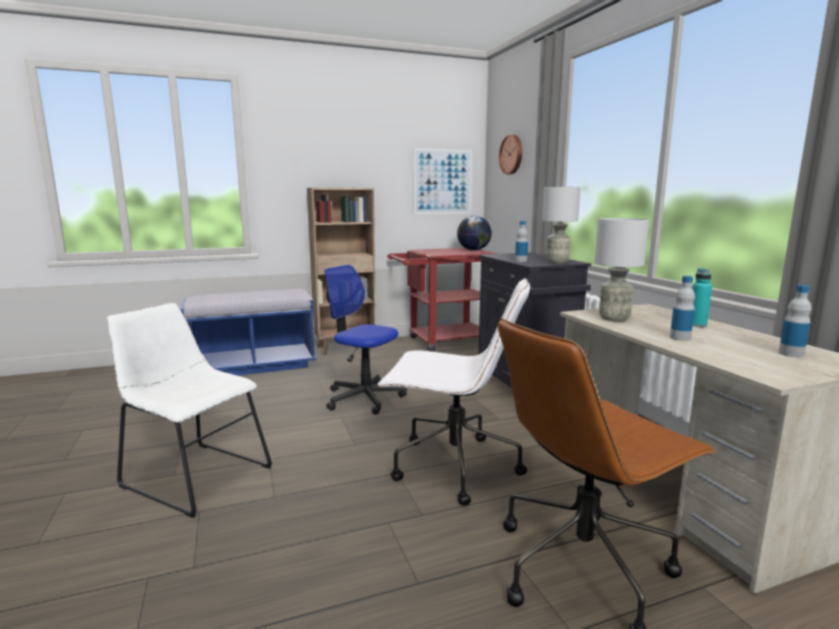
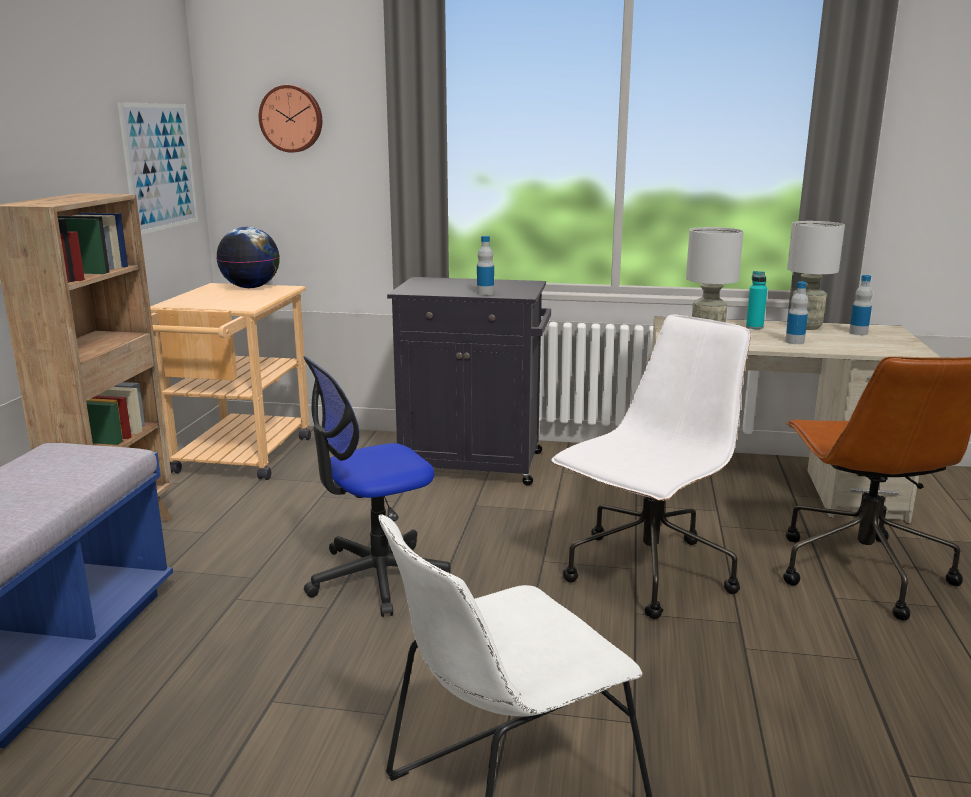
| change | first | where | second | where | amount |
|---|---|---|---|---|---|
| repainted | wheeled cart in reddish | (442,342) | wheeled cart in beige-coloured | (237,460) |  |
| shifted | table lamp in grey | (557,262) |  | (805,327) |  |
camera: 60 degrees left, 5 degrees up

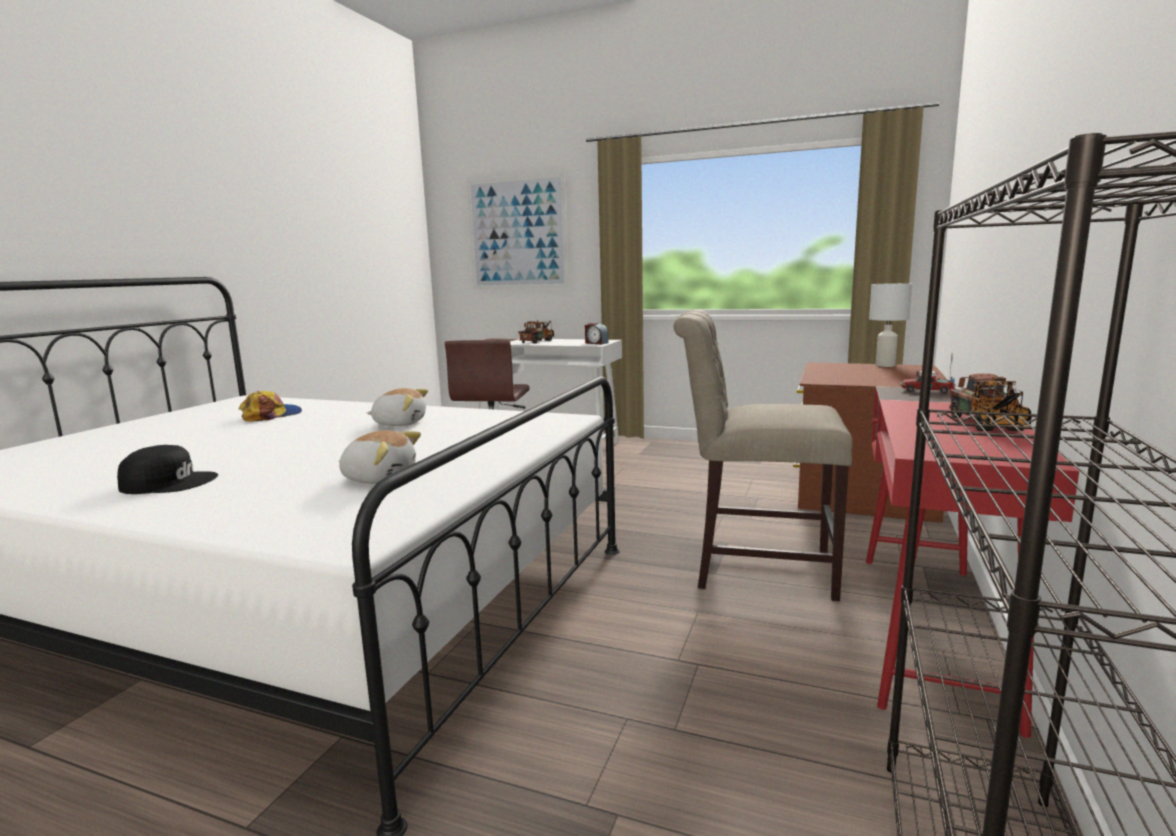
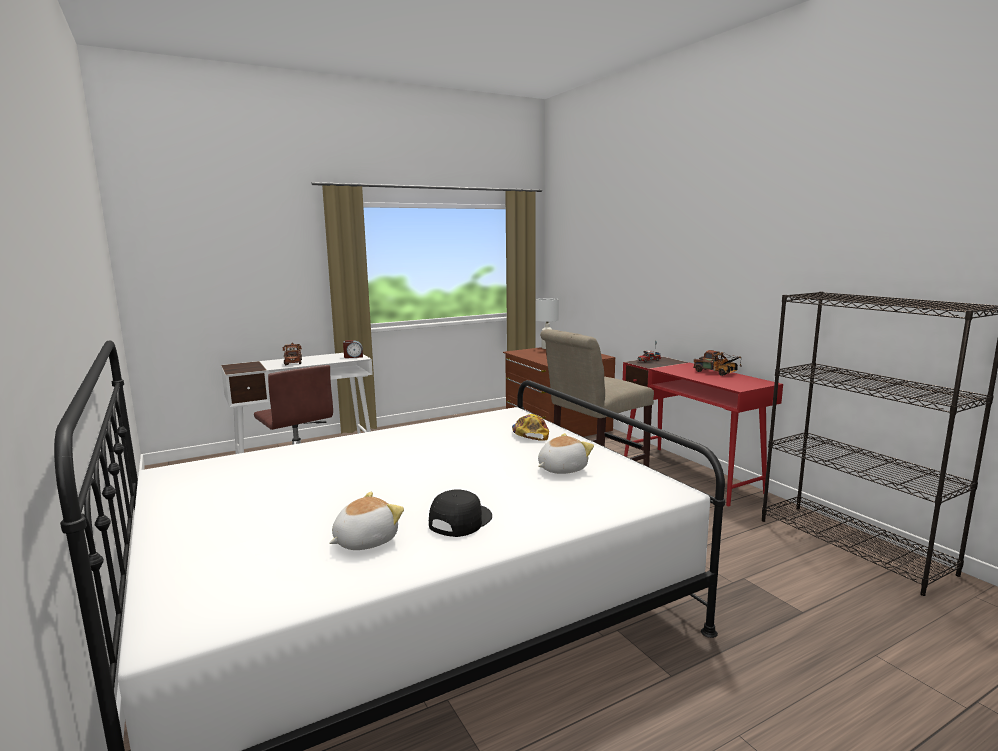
| change | first | where | second | where | amount |
|---|---|---|---|---|---|
| shifted | cap | (271,415) |  | (530,434) |  |
| shifted | cuddly toy | (400,423) |  | (364,541) |  |
| gone | wall picture | (517,233) |  |  |  |
camera: 50 degrees left, 0 degrees up

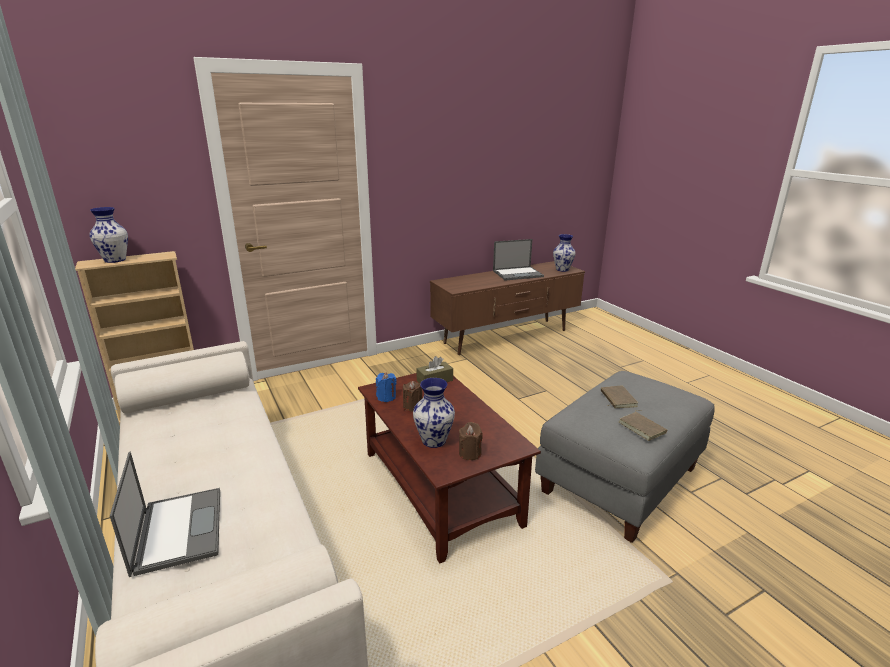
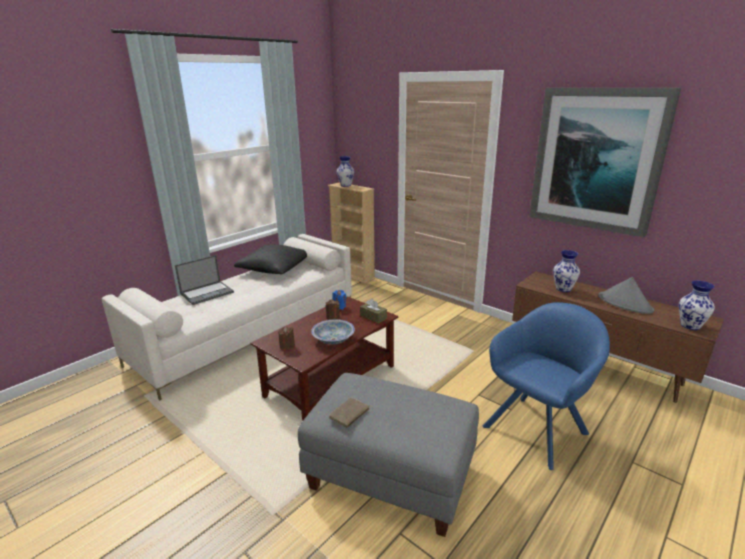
| change | first | where | second | where | amount |
|---|---|---|---|---|---|
| shifted | flower vase | (434,441) |  | (563,289) |  |
| swapped | laptop | (518,274) | wearable hat in grey | (625,303) |  |
| gone | bound book in brown | (617,399) |  |  |  |
| new |  |  | cushion in black-coloured | (274,269) |  |
| new |  |  | serving bowl | (333,340) |  |
| new |  |  | easy chair in bluish | (539,427) |  |
| new |  |  | wall picture | (597,160) |  |
camera: 70 degrees right, 0 degrees up

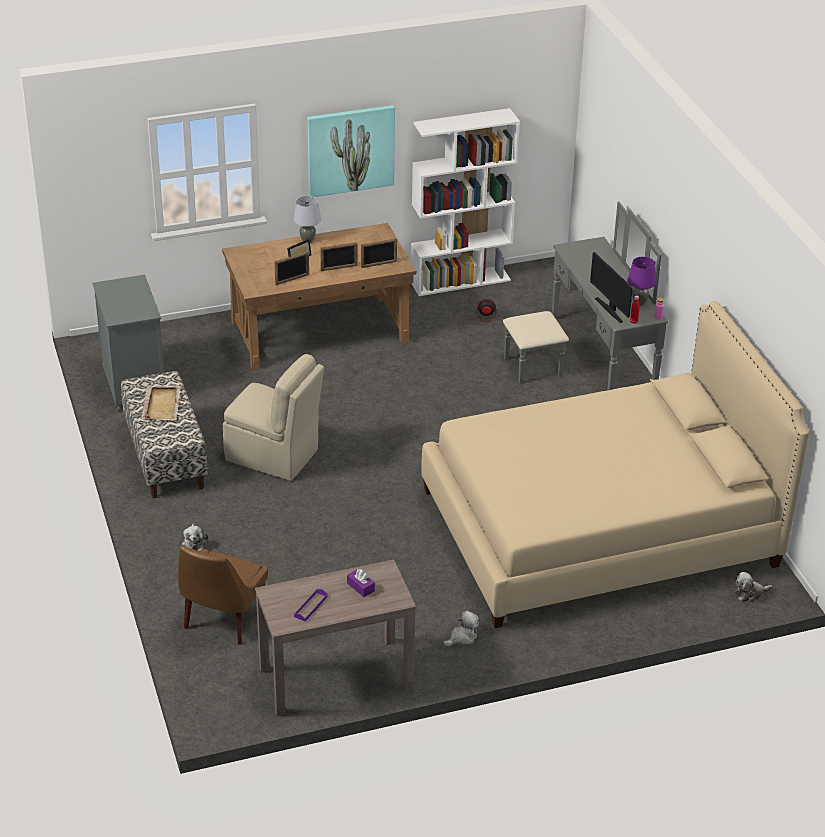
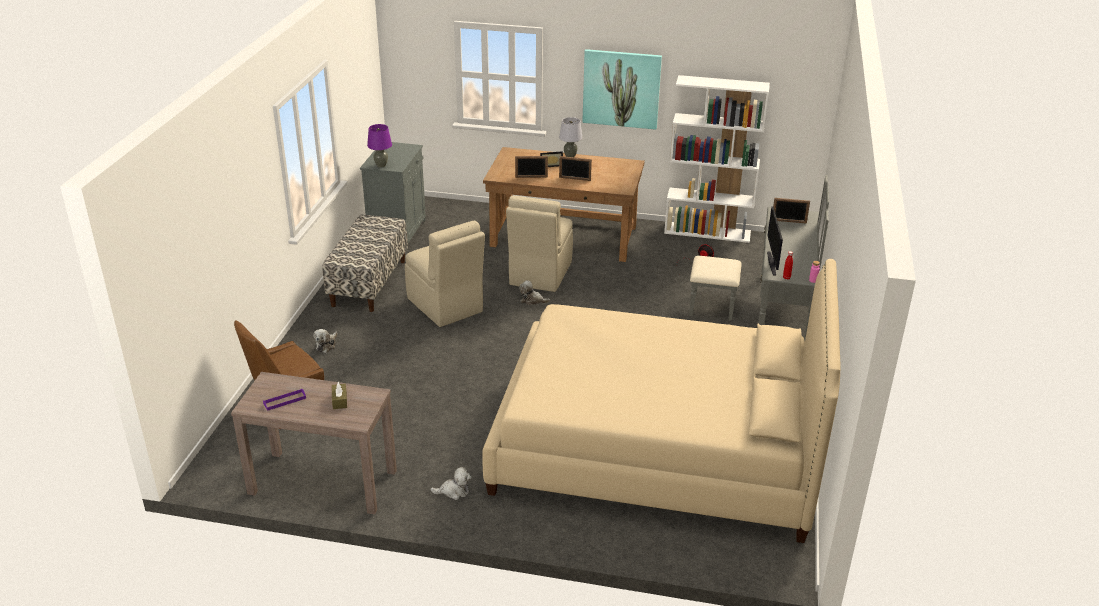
| change | first | where | second | where | amount |
|---|---|---|---|---|---|
| gone | serving tray in beige-coloured | (161,404) |  |  |  |
| repainted | tissue box in purple | (360,587) | tissue box in brown | (339,400) |  |
| shifted | picture frame | (379,264) |  | (789,221) |  |
| shifted | table lamp in purple | (639,303) |  | (381,165) |  |
| shifted | cuddly toy | (750,593) |  | (532,300) |  |
| new |  |  | plain chair in beige-coloured | (540,274) |  |
camera: 30 degrees right, 5 degrees down

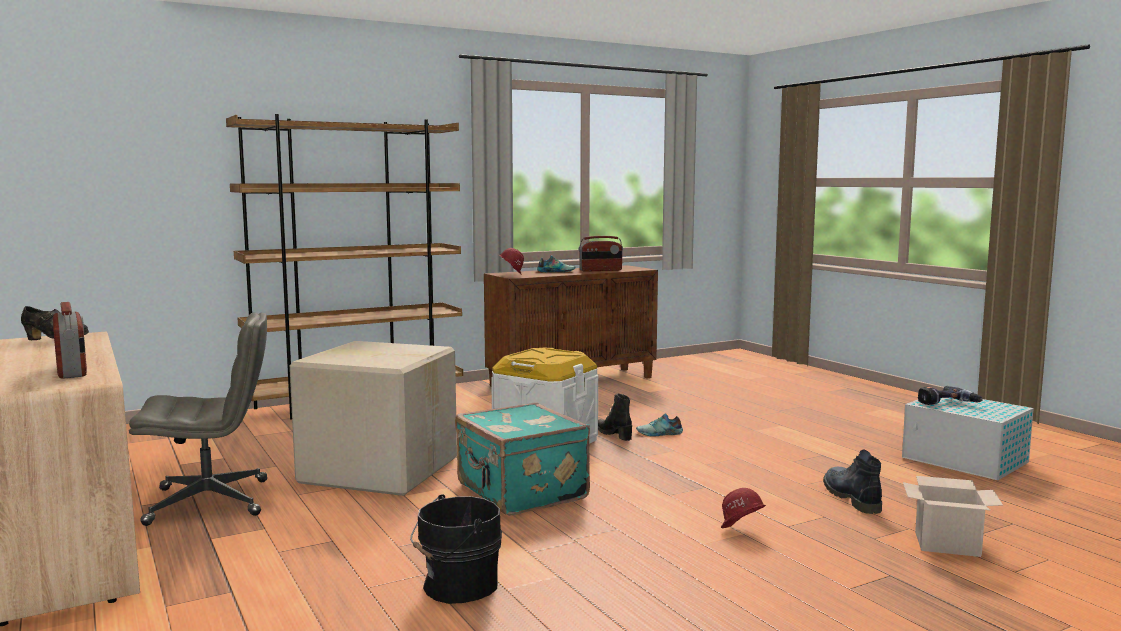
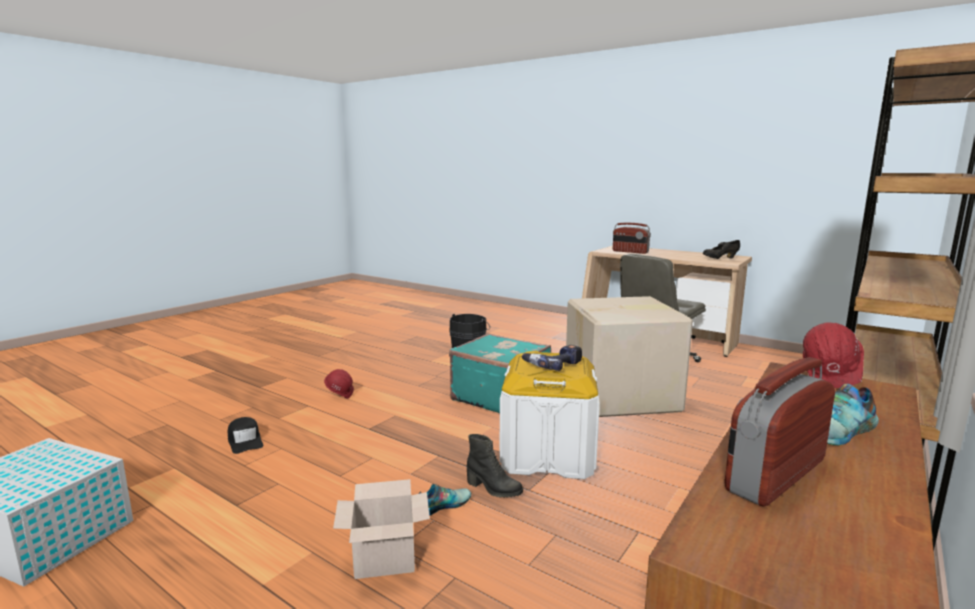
| change | first | where | second | where | amount |
|---|---|---|---|---|---|
| swapped | tall boot | (851,497) | cap in black-coloured | (245,441) |  |
| shifted | packing box | (948,544) |  | (383,560) |  |
| shifted | electric drill | (948,404) |  | (553,364) |  |
camera: 155 degrees right, 5 degrees up

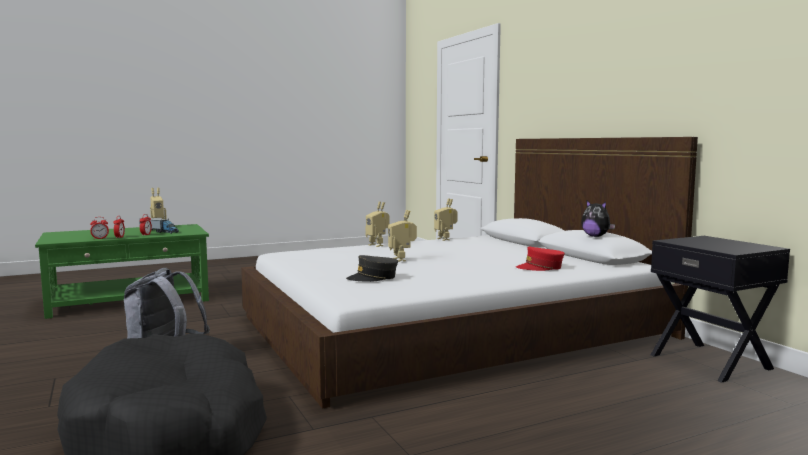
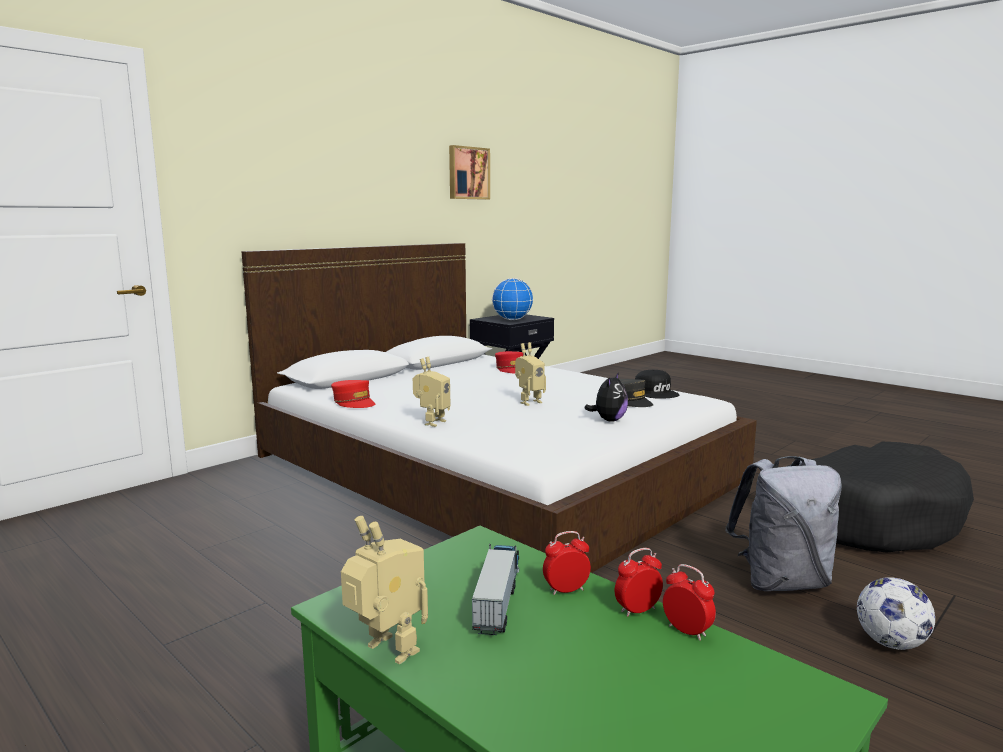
| change | first | where | second | where | amount |
|---|---|---|---|---|---|
| swapped | toy robot | (445,239) | cap in reddish | (354,402) |  |
| shifted | cuddly toy | (596,236) |  | (608,420) |  |
| new |  |  | wall picture | (468,173) |  |
| new |  |  | desk globe | (512,320) |  |
| new |  |  | cap in black-coloured | (656,392) |  |
| new |  |  | football | (890,643) |  |
camera: 110 degrees left, 5 degrees up

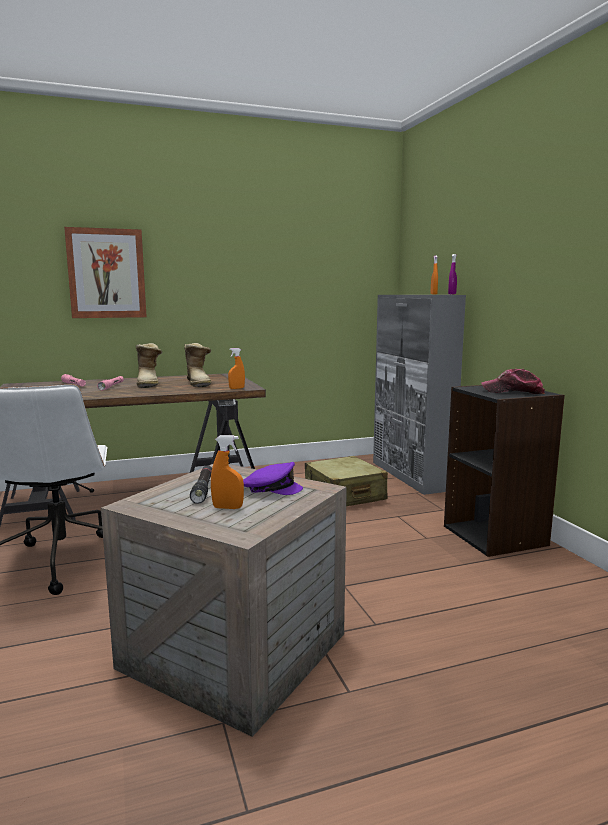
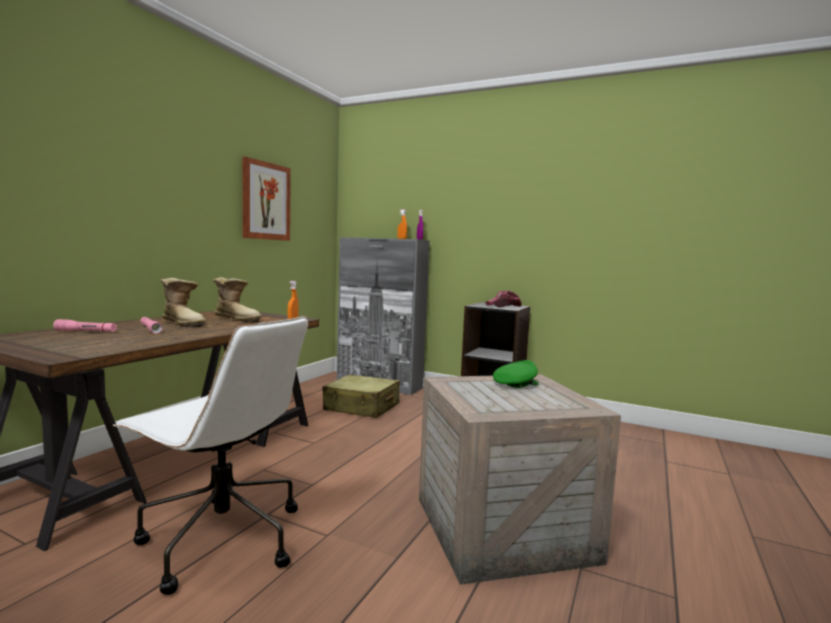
| change | first | where | second | where | amount |
|---|---|---|---|---|---|
| shifted | wall picture | (106,273) |  | (266,201) |  |
| gone | hand torch in black-coloured | (203,489) |  |  |  |
| gone | sprayer in orange-coloured | (227,507) |  |  |  |
| repainted | cap in purple | (271,488) | cap in green-coloured | (515,384) |  |
camera: 45 degrees left, 5 degrees down

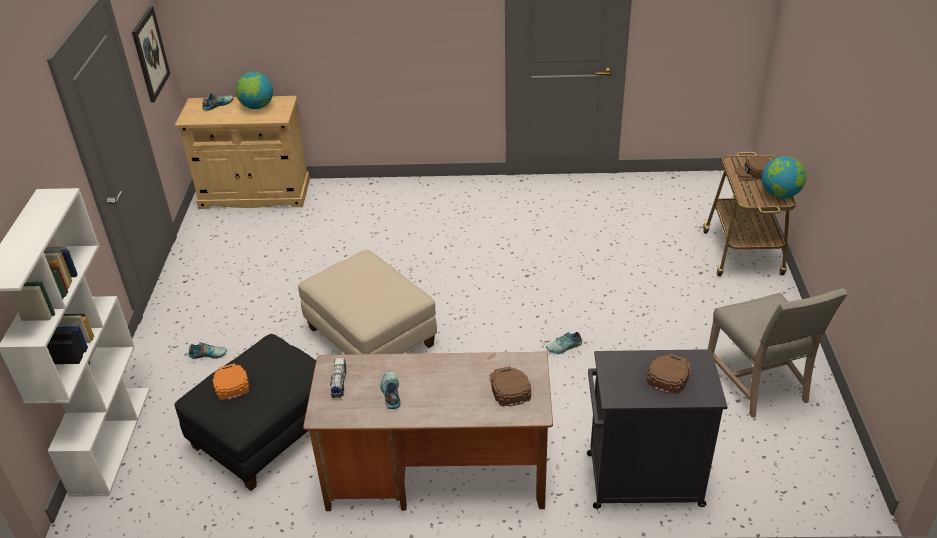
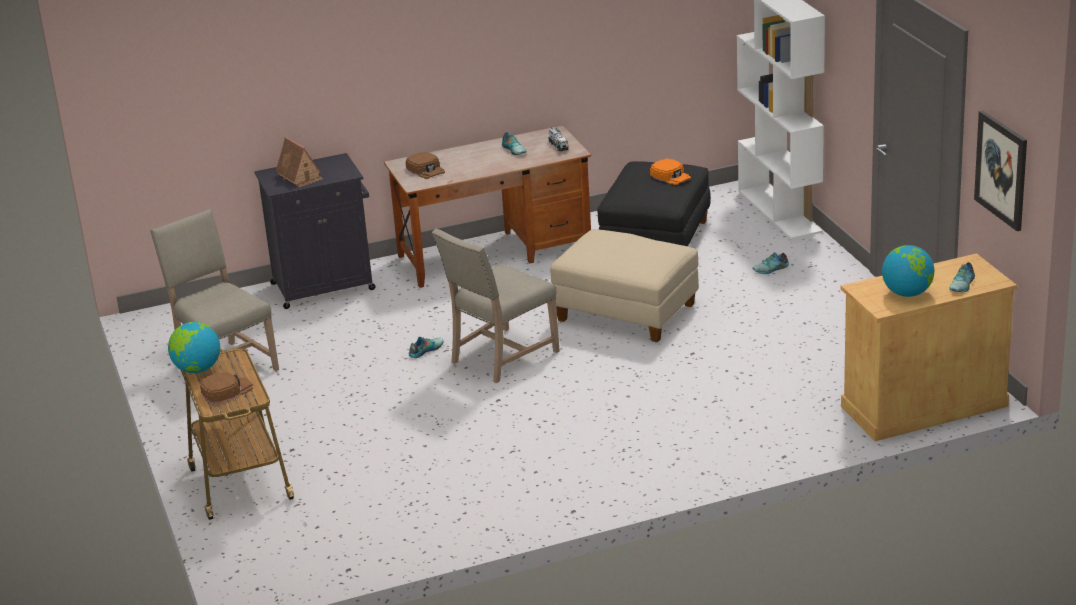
| change | first | where | second | where | amount |
|---|---|---|---|---|---|
| swapped | cap in brown | (669,375) | toy house | (300,176) |  |
| new |  |  | plain chair in beige-coloured | (501,357) |  |
camera: 160 degrees right, 10 degrees down

